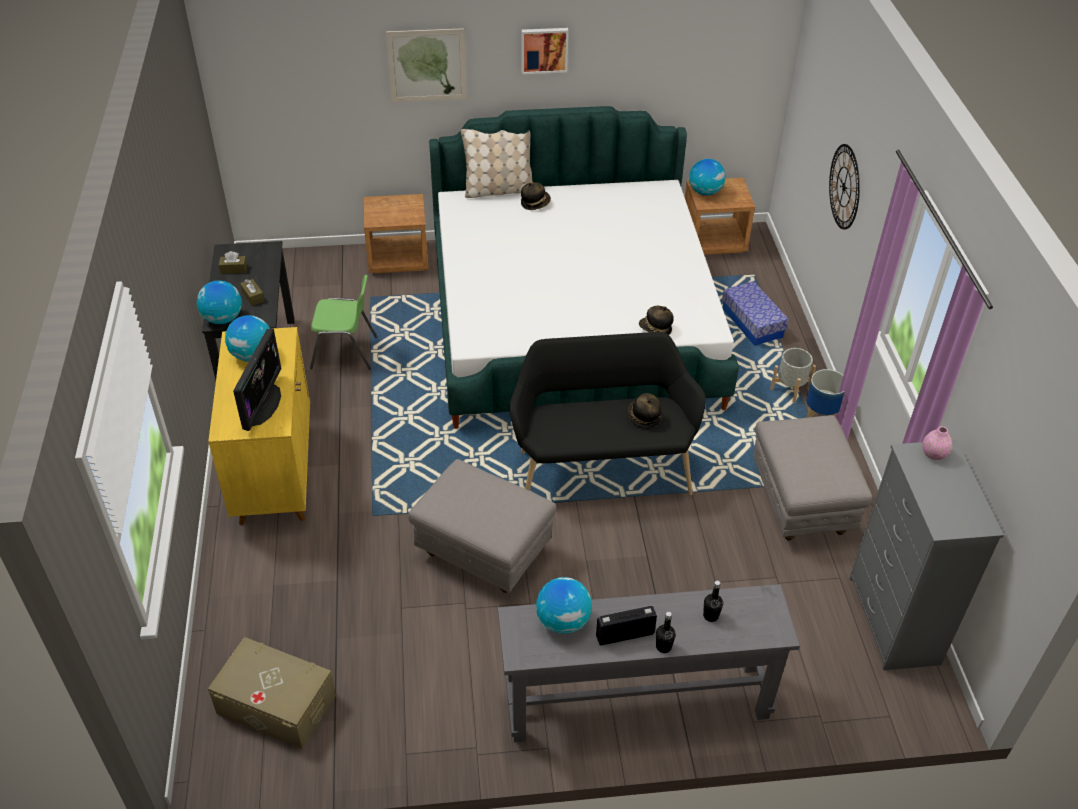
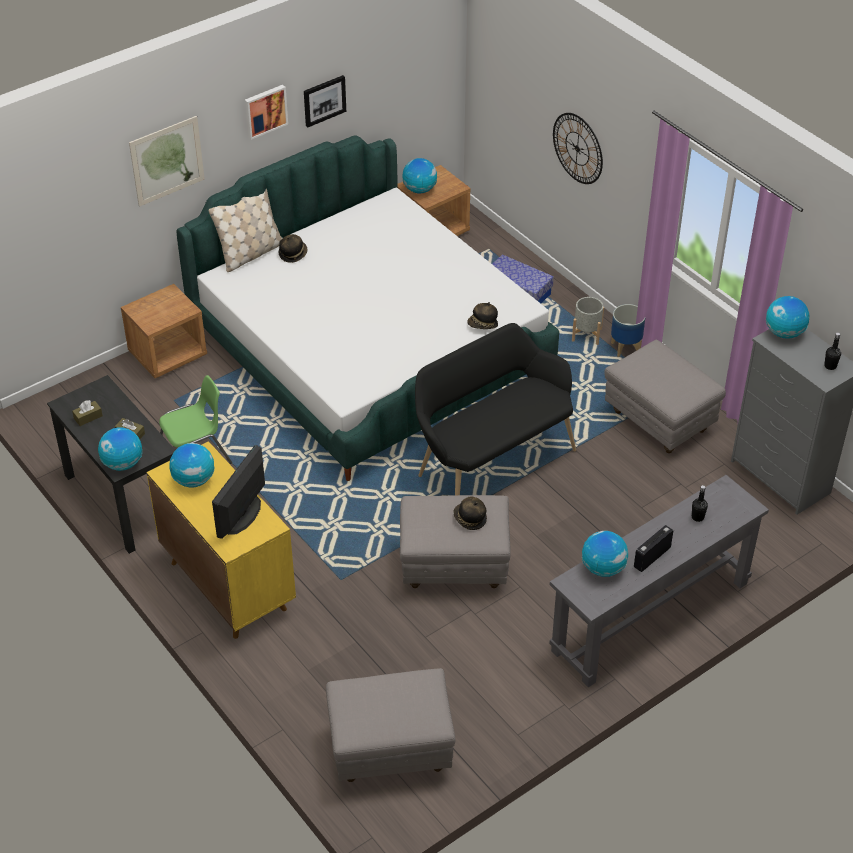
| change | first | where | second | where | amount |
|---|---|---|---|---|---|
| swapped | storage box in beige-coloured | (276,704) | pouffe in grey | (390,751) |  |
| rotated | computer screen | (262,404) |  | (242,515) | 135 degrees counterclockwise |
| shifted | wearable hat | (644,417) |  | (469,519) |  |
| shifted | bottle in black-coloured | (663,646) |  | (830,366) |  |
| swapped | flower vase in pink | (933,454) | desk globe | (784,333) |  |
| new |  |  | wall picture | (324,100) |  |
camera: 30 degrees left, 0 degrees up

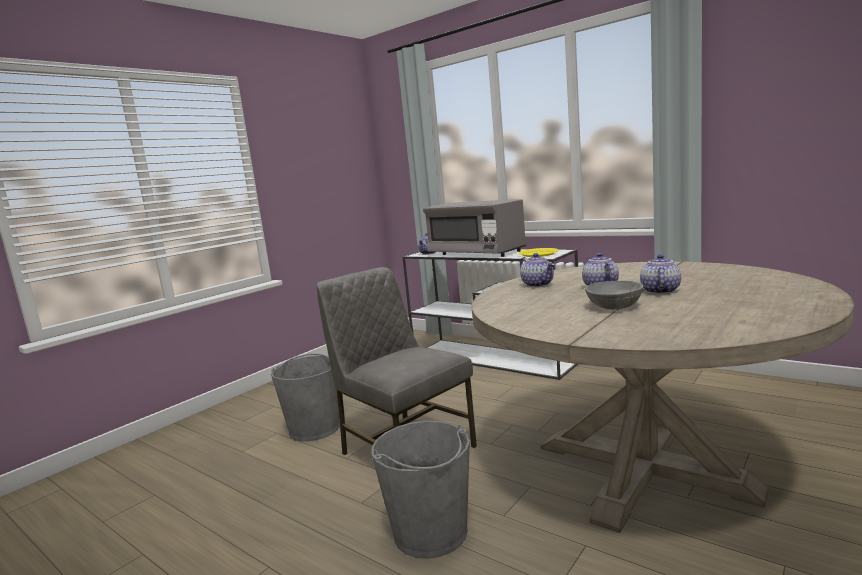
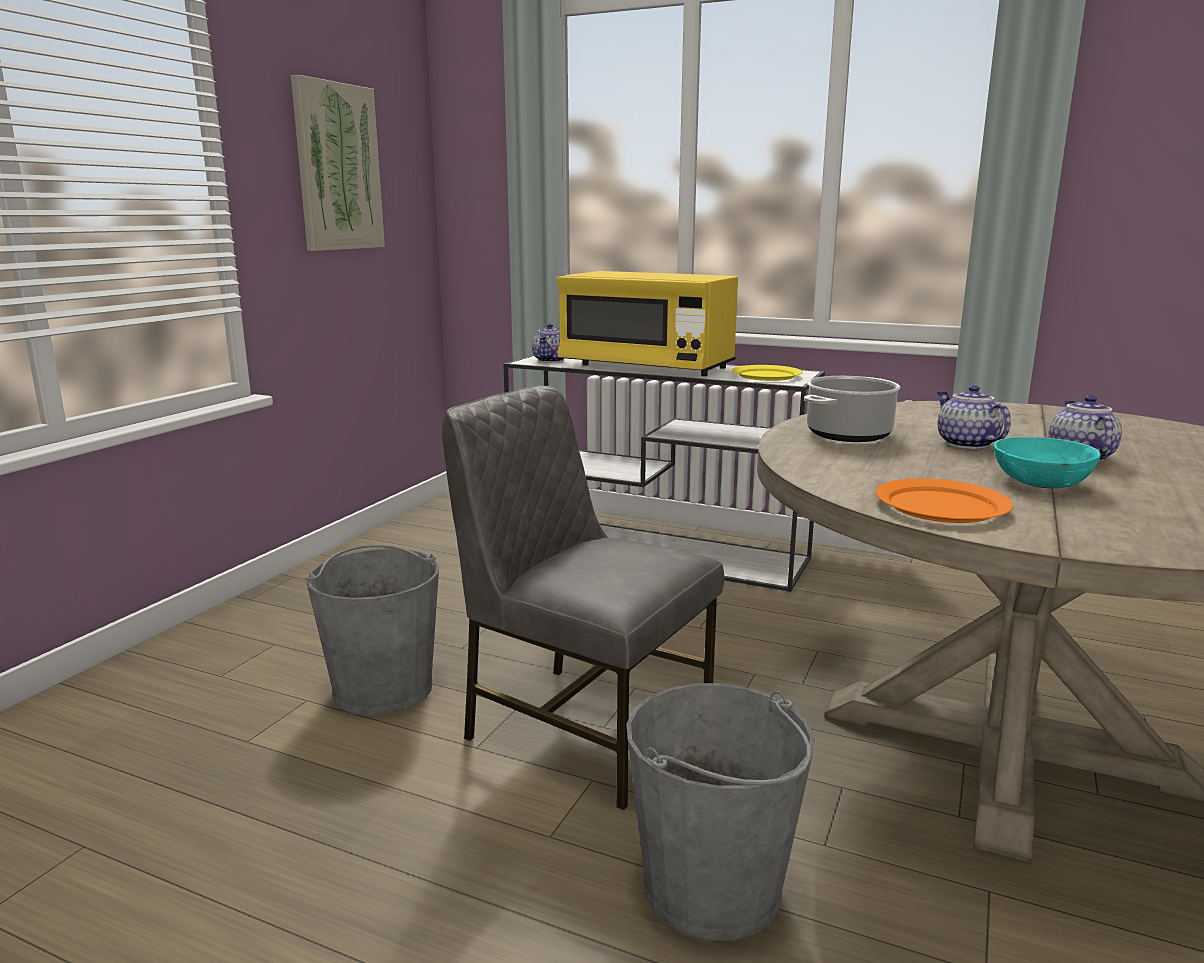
| change | first | where | second | where | amount |
|---|---|---|---|---|---|
| repainted | microwave oven in grey | (476,253) | microwave oven in yellow | (646,367) |  |
| swapped | teapot | (538,284) | cooking pot | (849,434) |  |
| repainted | serving bowl in grey | (615,306) | serving bowl in blue-green | (1041,482) |  |
| new |  |  | wall picture | (337,167) |  |
| new |  |  | plate in orange-coloured | (940,506) |  |
camera: 15 degrees left, 5 degrees up

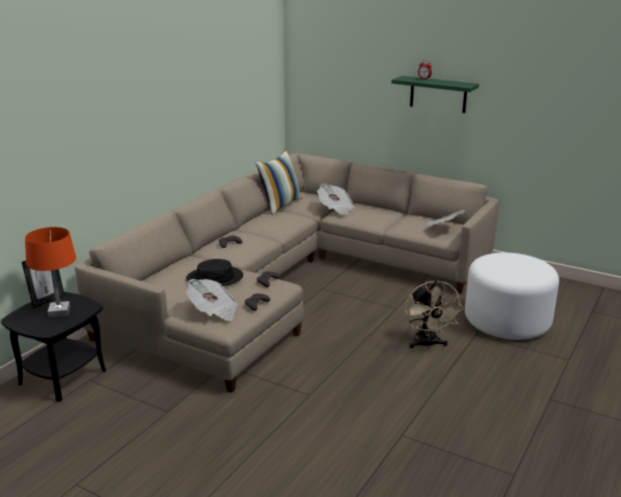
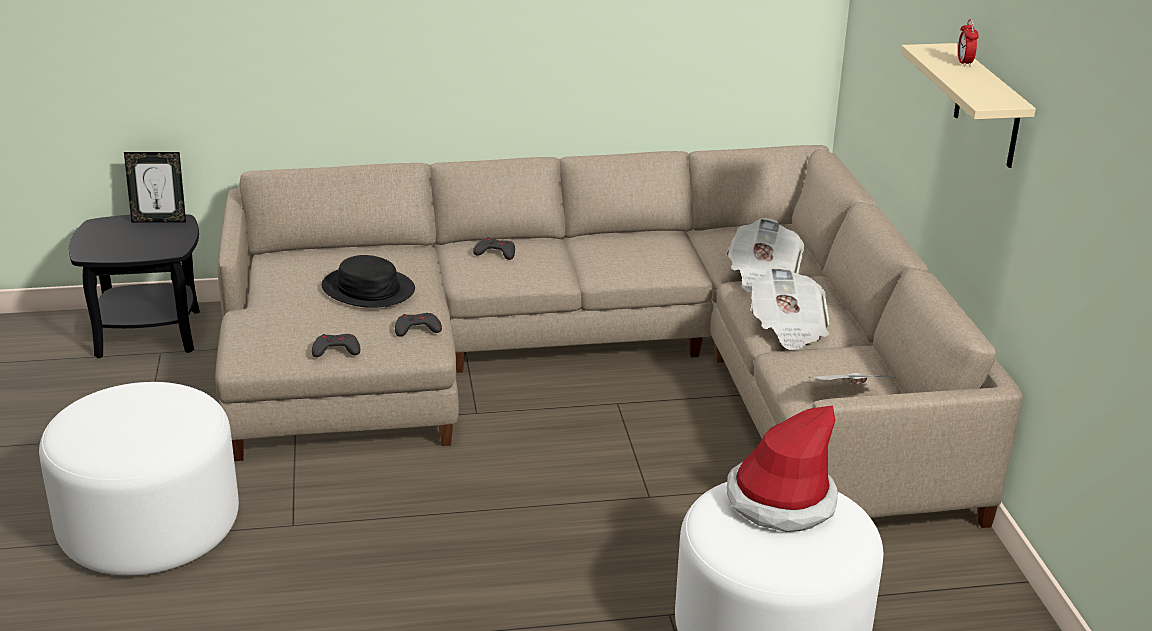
| change | first | where | second | where | amount |
|---|---|---|---|---|---|
| gone | table lamp in orange-coloured | (59,312) |  |  |  |
| shifted | printed paper | (213,311) |  | (788,329) |  |
| gone | cushion | (280,205) |  |  |  |
| repainted | bracket shelf in green-coloured | (438,94) | bracket shelf in beige-coloured | (987,107) |  |
| gone | electric fan in beige-coloured | (427,344) |  |  |  |
| new |  |  | pouffe in whitish | (150,526) |  |
| new |  |  | wearable hat | (780,501) |  |
camera: 50 degrees right, 5 degrees up

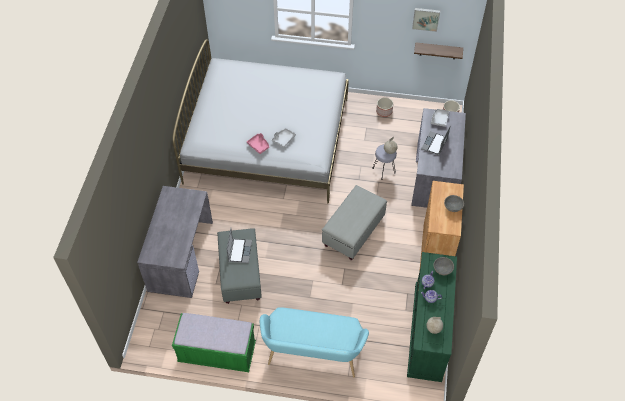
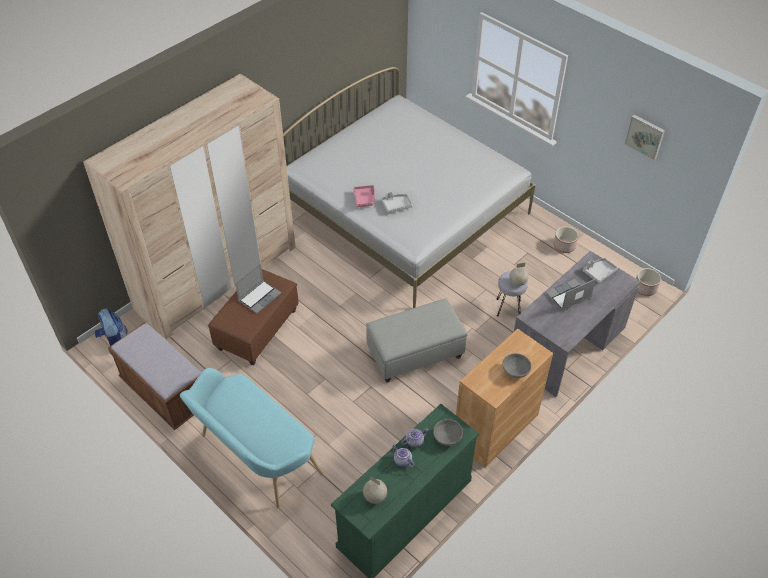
| change | first | where | second | where | amount |
|---|---|---|---|---|---|
| swapped | desk in grey | (180,255) | armoire in beige-coloured | (217,277) |  |
| repainted | long seat in green-coloured | (217,353) | long seat in brown | (165,393) |  |
| repainted | pouffe in grey | (240,274) | pouffe in brown | (258,329) |  |
| gone | bracket shelf | (438,51) |  |  |  |
| new |  |  | knapsack | (114,341) |  |
camera: 35 degrees right, 5 degrees down

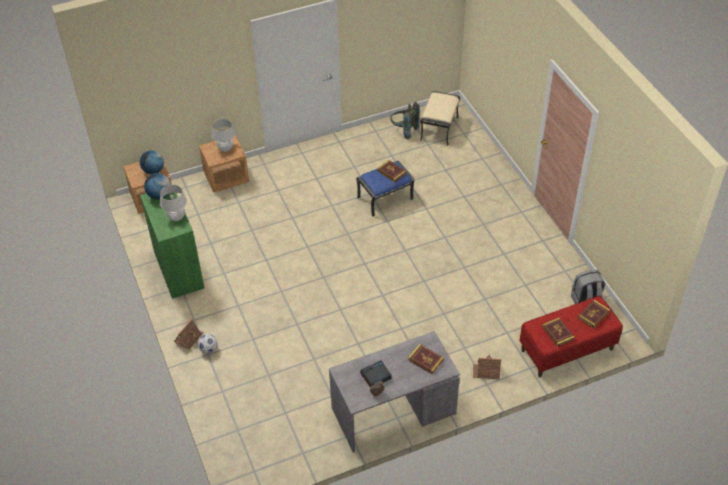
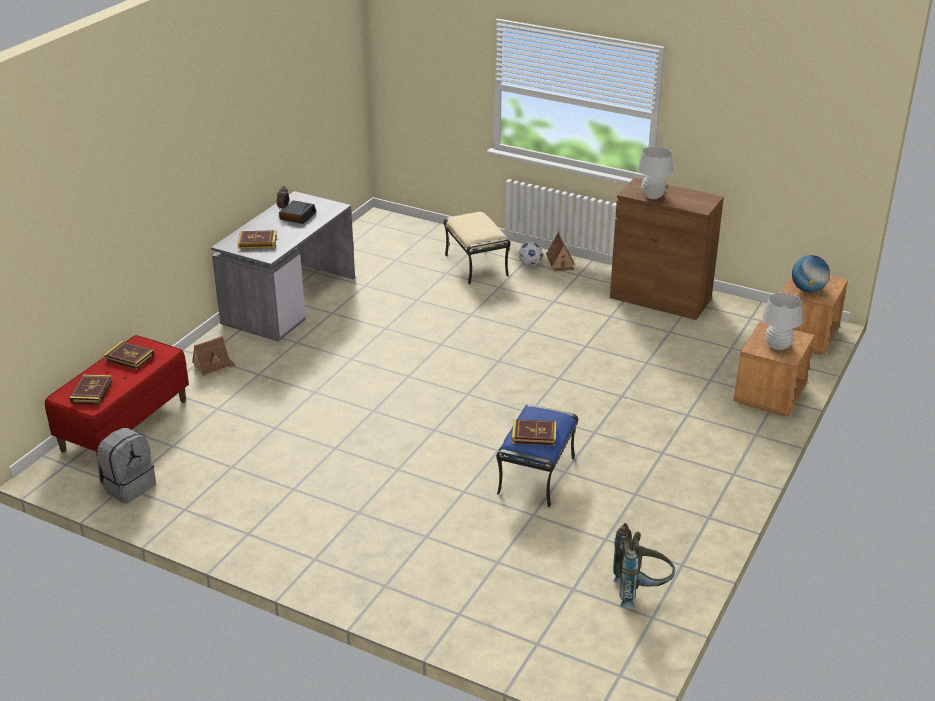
| change | first | where | second | where | amount |
|---|---|---|---|---|---|
| repainted | cabinet in green-coloured | (179,270) | cabinet in brown | (660,298) |  |
| gone | desk globe | (159,195) |  |  |  |
| shifted | pouffe in beige-coloured | (439,128) |  | (477,265) |  |
camera: 140 degrees right, 15 degrees down

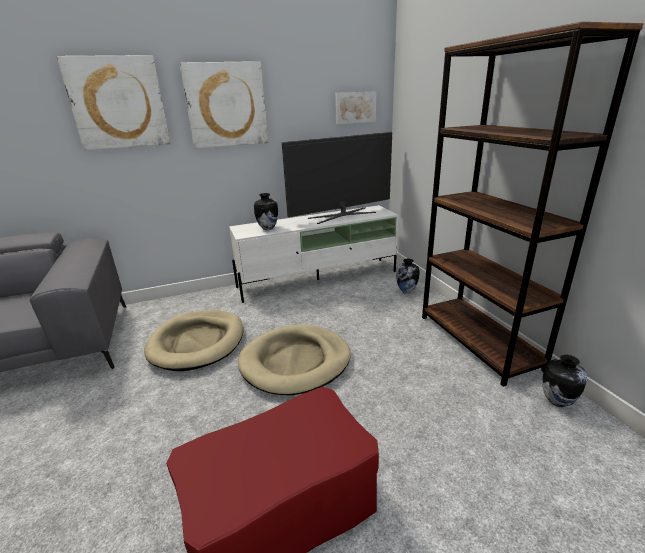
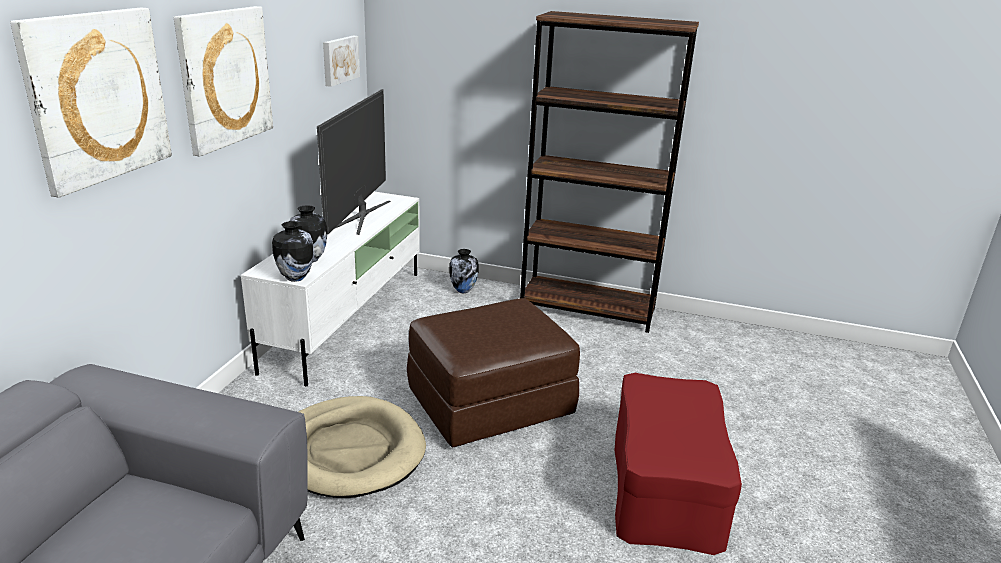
| change | first | where | second | where | amount |
|---|---|---|---|---|---|
| swapped | pet bed in beige-coloured | (295,362) | pouffe in brown | (490,403) |  |
| shifted | flower vase | (557,401) |  | (295,278) |  |
camera: 55 degrees left, 0 degrees up

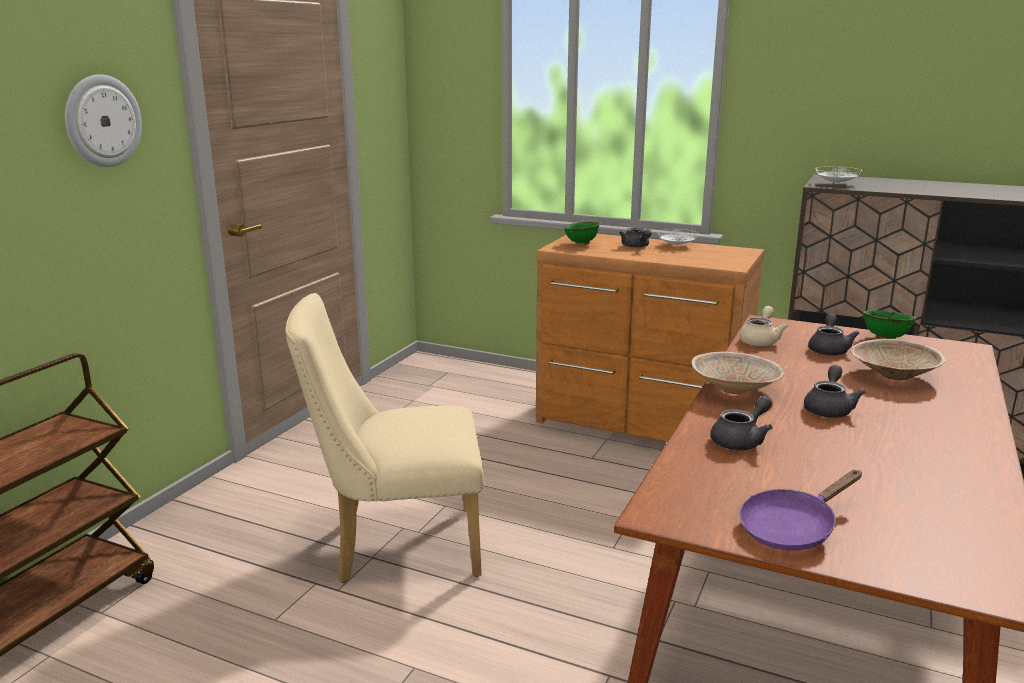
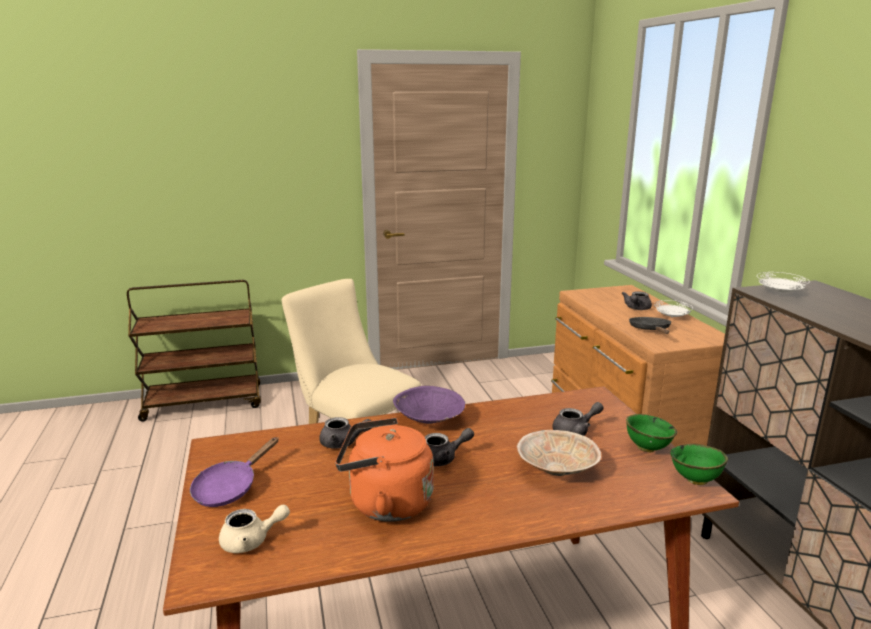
| change | first | where | second | where | amount |
|---|---|---|---|---|---|
| gone | clock on the wall | (102,121) |  |  |  |
| shifted | serving bowl in green-coloured | (581,244) |  | (695,480) |  |
| repainted | serving bowl in beige-coloured | (735,390) | serving bowl in purple | (430,420) |  |
| shifted | teapot in beige-coloured | (760,340) |  | (251,541) |  |
| rotated | pan in purple | (792,528) |  | (230,488) | 75 degrees counterclockwise |
| new |  |  | tea kettle in orange-coloured | (385,503) |  |
| new |  |  | pan in black-coloured | (650,330) |  |
camera: 50 degrees right, 0 degrees up

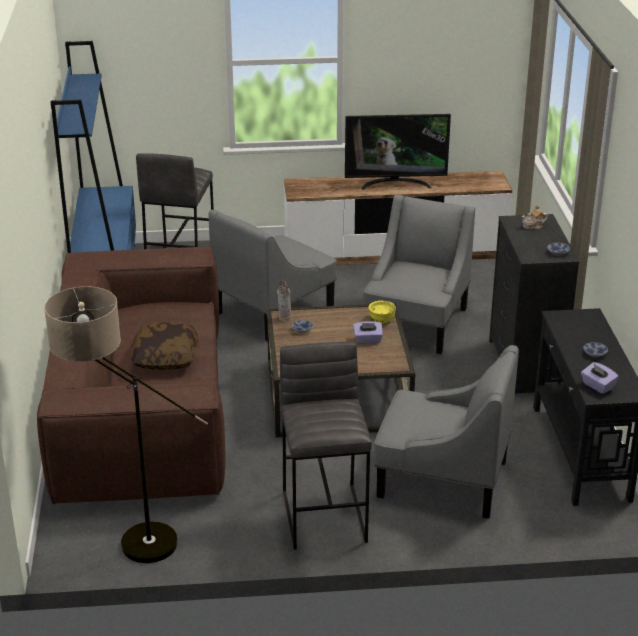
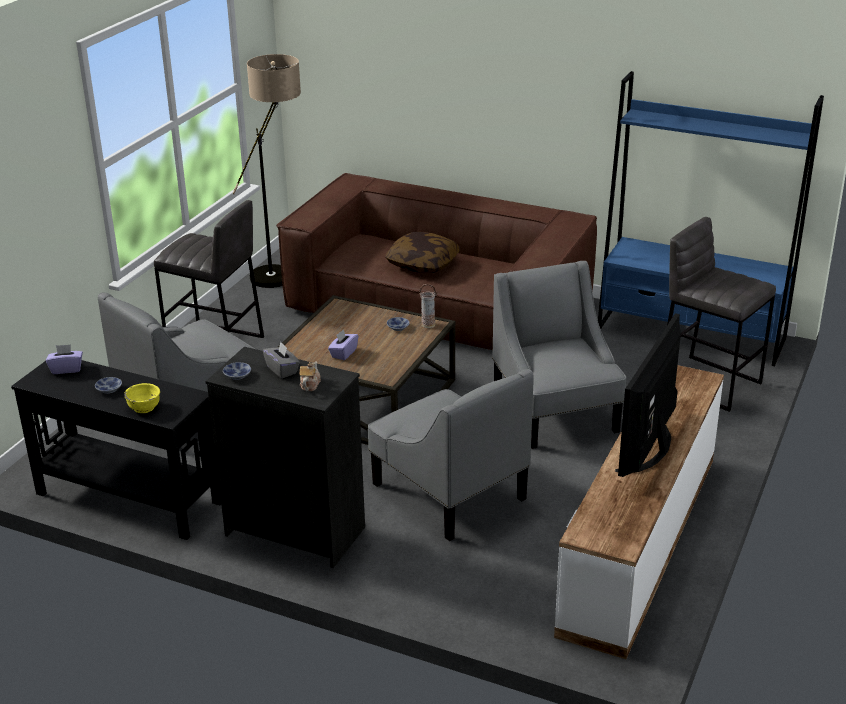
| change | first | where | second | where | amount |
|---|---|---|---|---|---|
| shifted | serving bowl in yellow | (382,319) |  | (144,408) |  |
| new |  |  | tissue box in grey | (282,370) |  |
camera: 120 degrees right, 0 degrees up

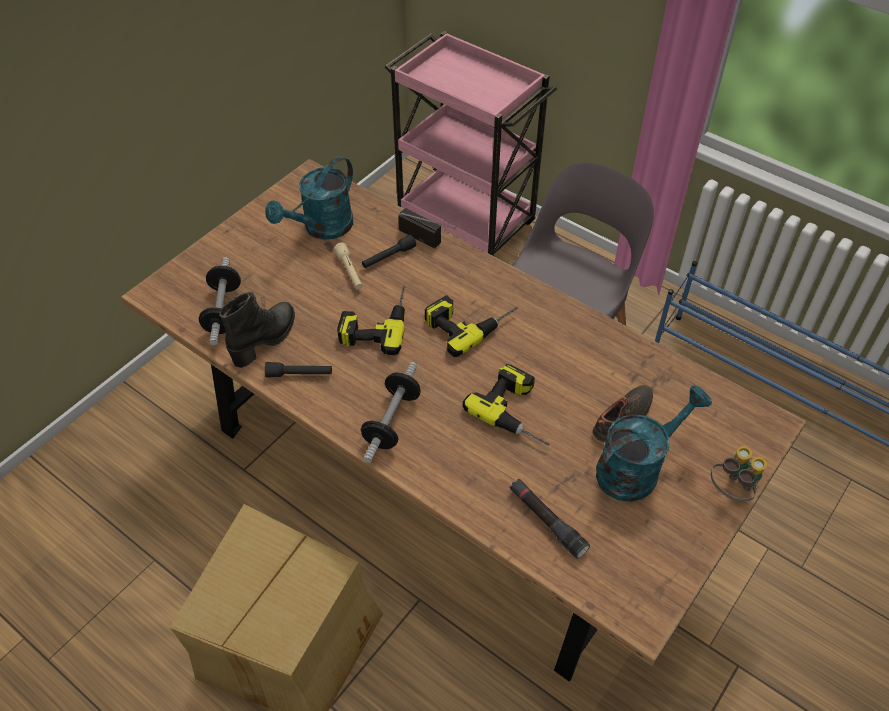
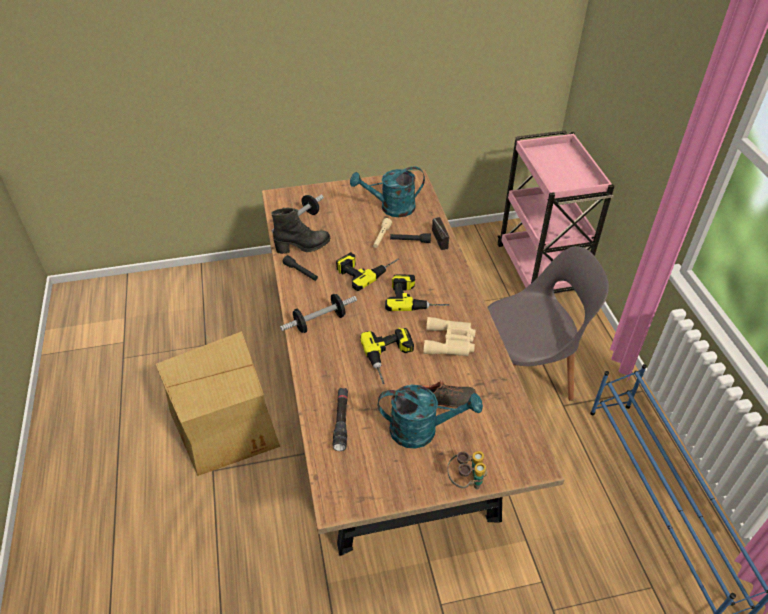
| change | first | where | second | where | amount |
|---|---|---|---|---|---|
| new |  |  | binoculars in beige-coloured | (450,342) |  |
camera: 40 degrees right, 5 degrees down

